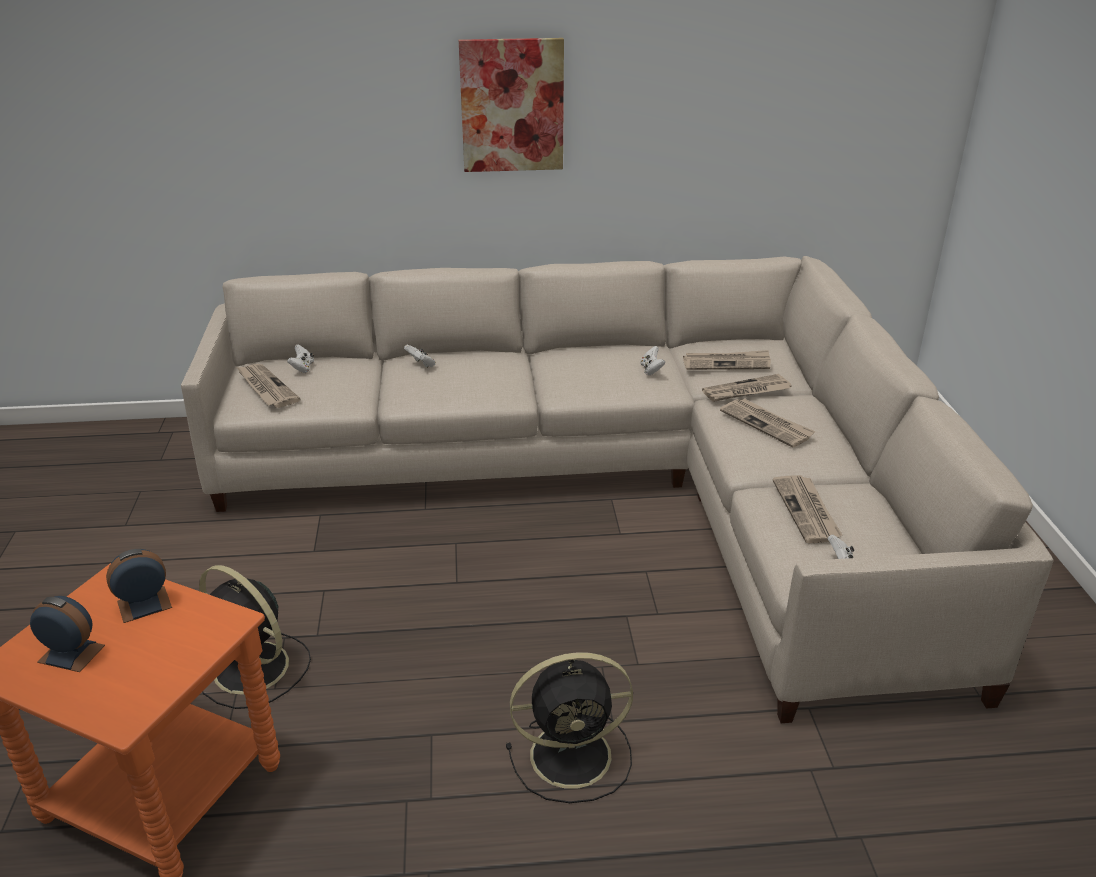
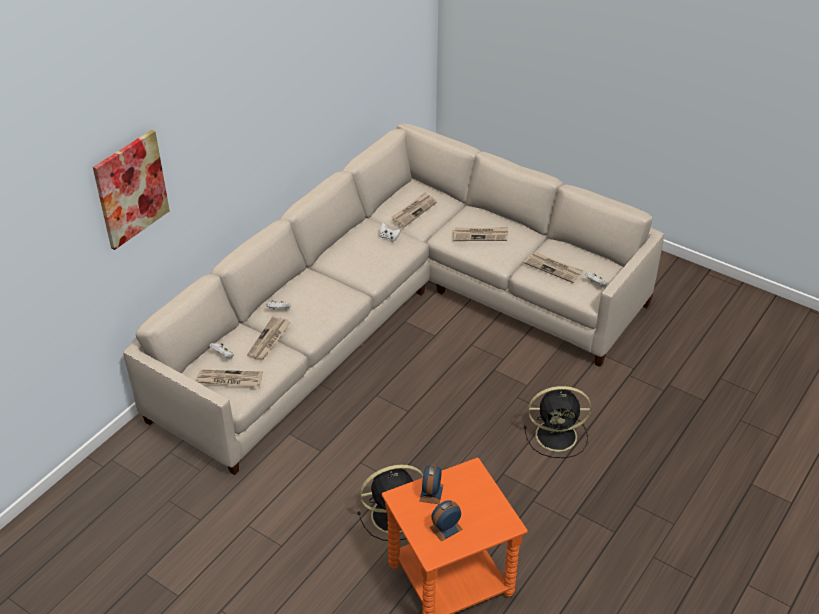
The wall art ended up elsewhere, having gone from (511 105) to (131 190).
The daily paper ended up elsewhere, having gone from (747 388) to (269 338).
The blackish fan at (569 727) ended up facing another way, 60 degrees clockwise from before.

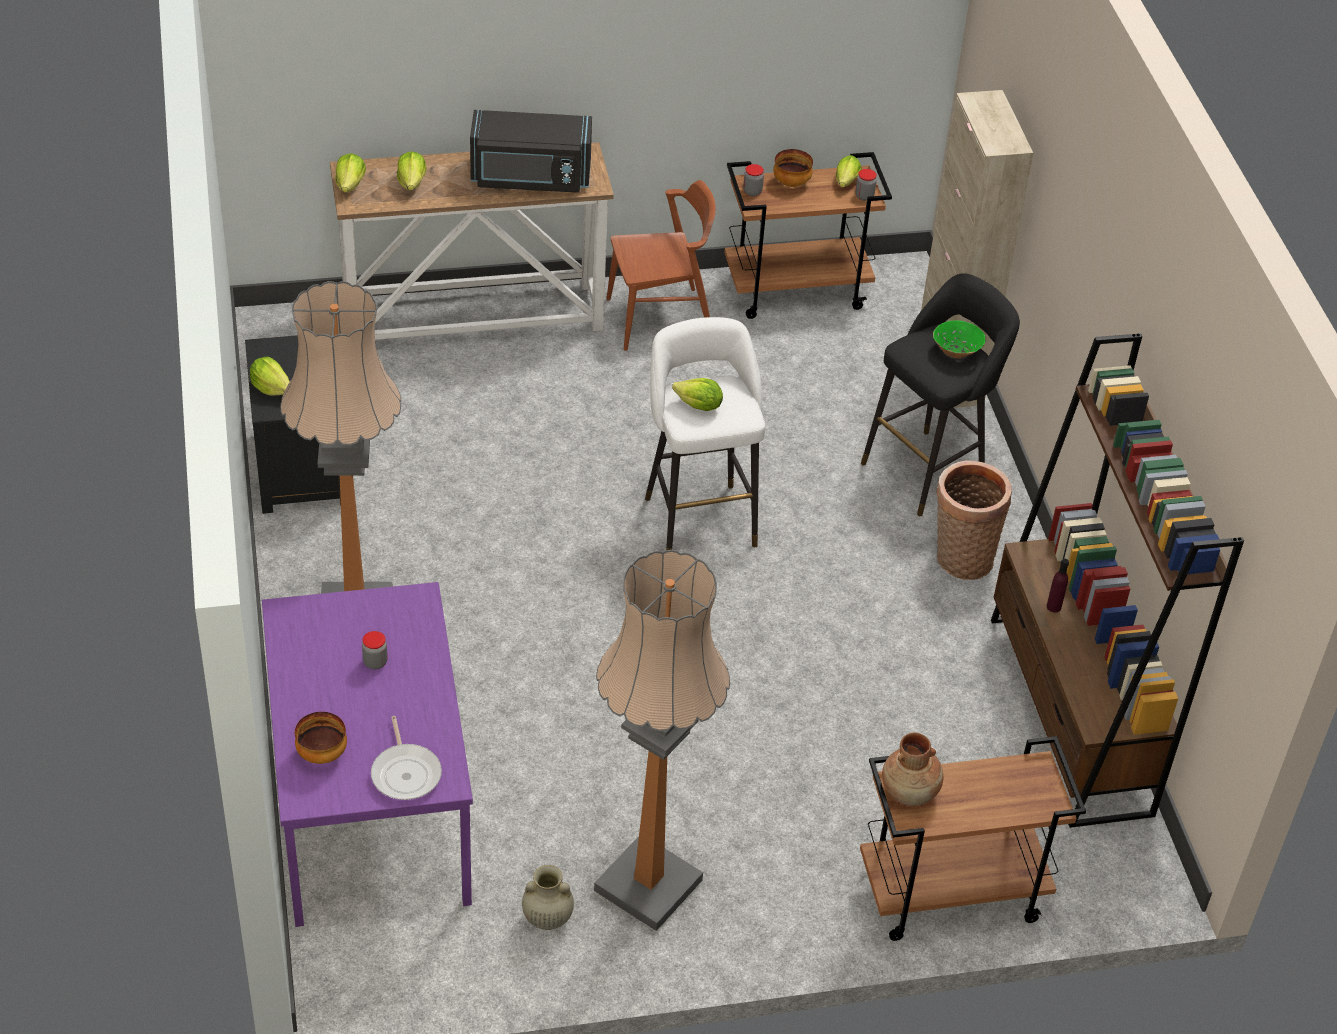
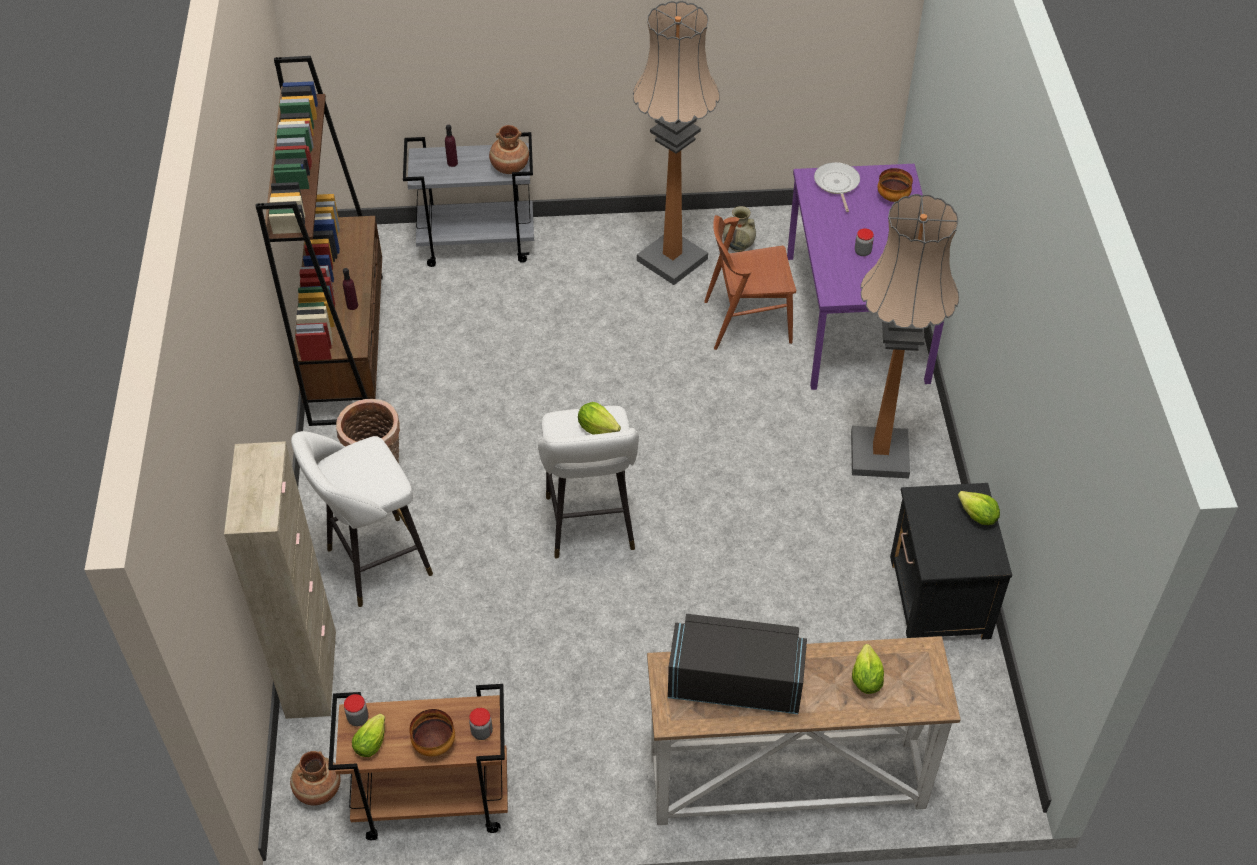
The second view lost the head of lettuce at (350 172).
The brown plain chair ended up elsewhere, having gone from (661 265) to (750 282).
What was the blackish stool at (940 394) turned into the whitish stool at (362 519).
The second view lost the greenish serving bowl at (959 339).
What was the brown wheeled cart at (973 838) turned into the gray wheeled cart at (468 199).
The second view gained the purple bottle at (451 145).
The second view gained the brown vase at (315 778).

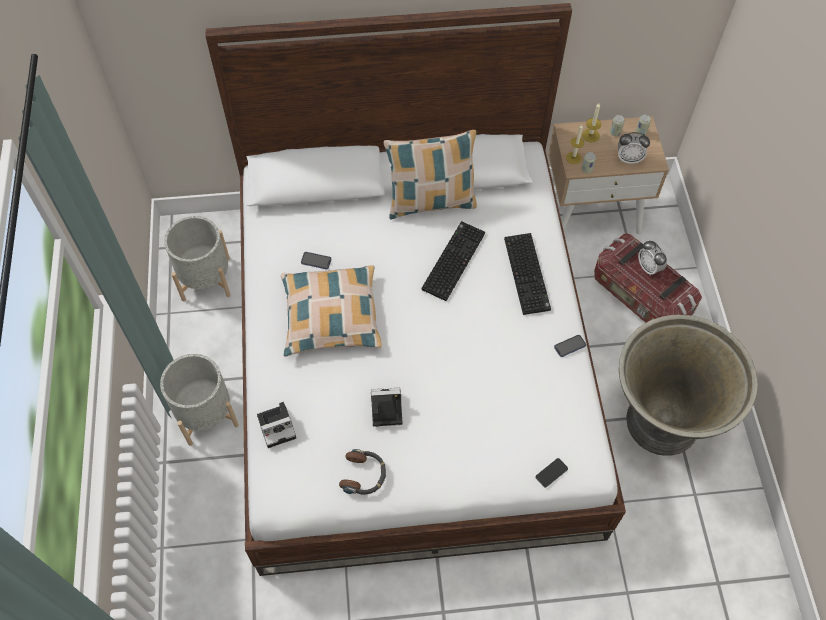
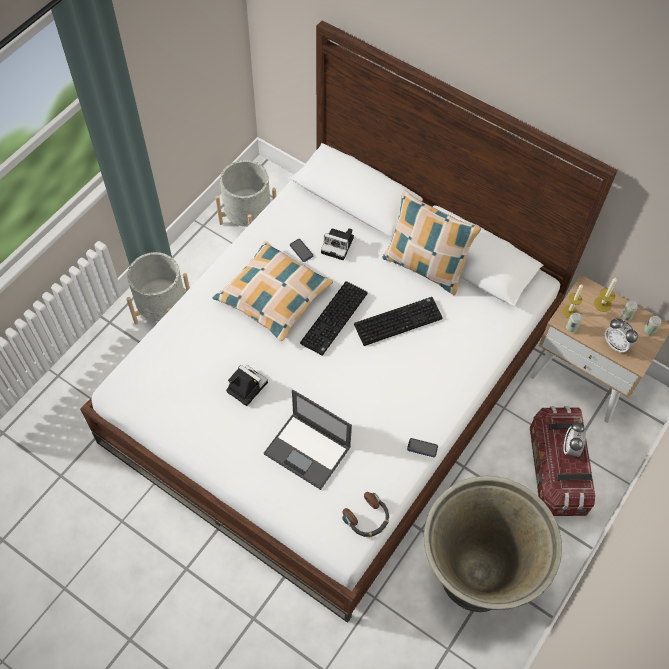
The PC keyboard ended up elsewhere, having gone from (527 274) to (334 318).
The photo camera ended up elsewhere, having gone from (276 425) to (337 244).
The pair of headphones ended up elsewhere, having gone from (362 472) to (365 514).
The second view lost the phone at (551 473).
The second view gained the laptop at (308 440).

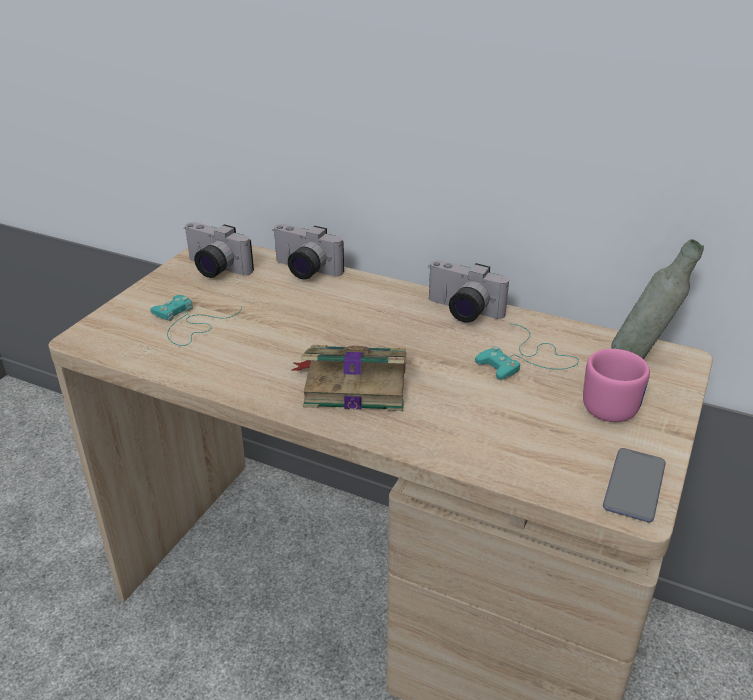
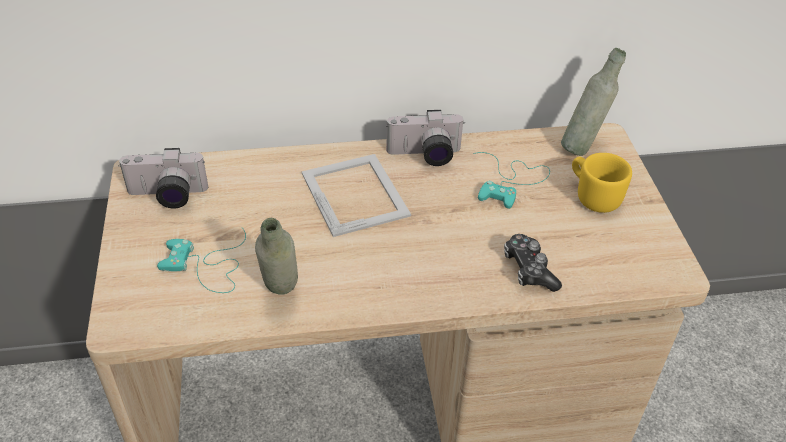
The second view lost the photo camera at (309 252).
The second view lost the book at (349 378).
What was the pink-coloured mug at (616 385) turned into the yellow-coloured mug at (602 183).
The second view lost the phone at (634 485).
The second view gained the standing frame at (356 195).
The second view gained the gray bottle at (276 256).
The second view gained the gamepad at (533 263).

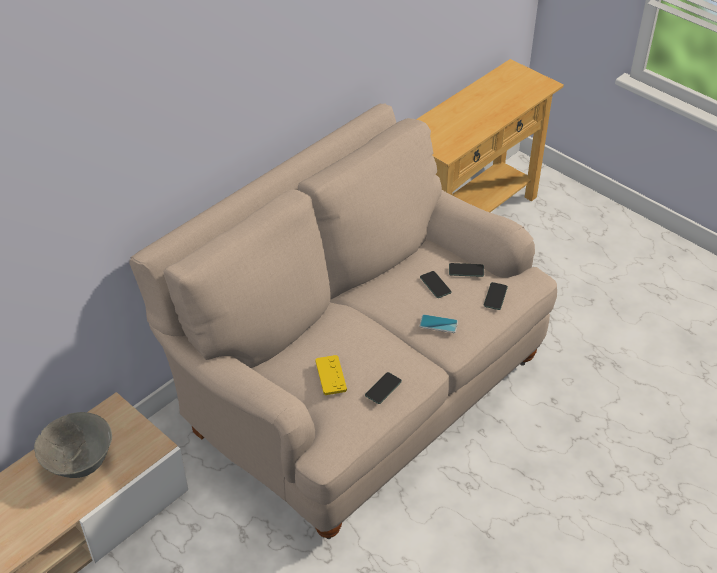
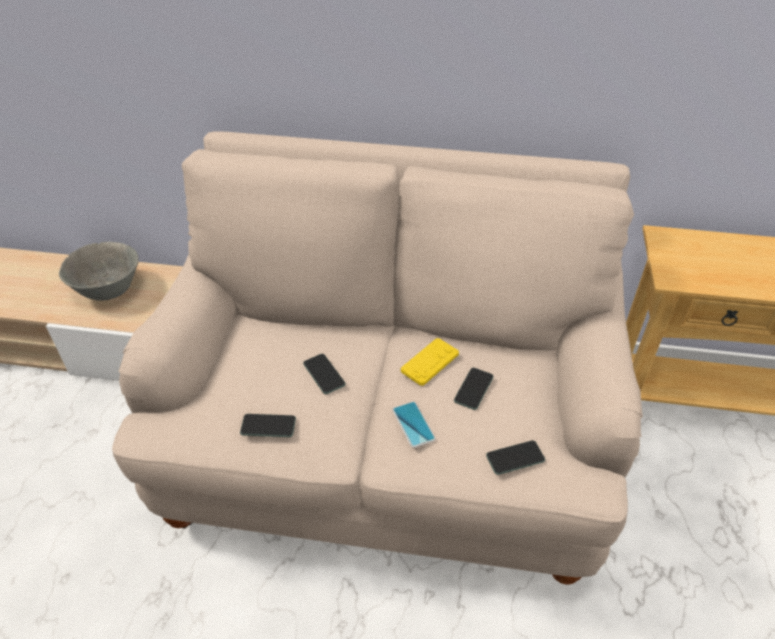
The phone ended up elsewhere, having gone from (466 270) to (324 374).
The yellow-coloured gamepad ended up elsewhere, having gone from (331 375) to (430 362).

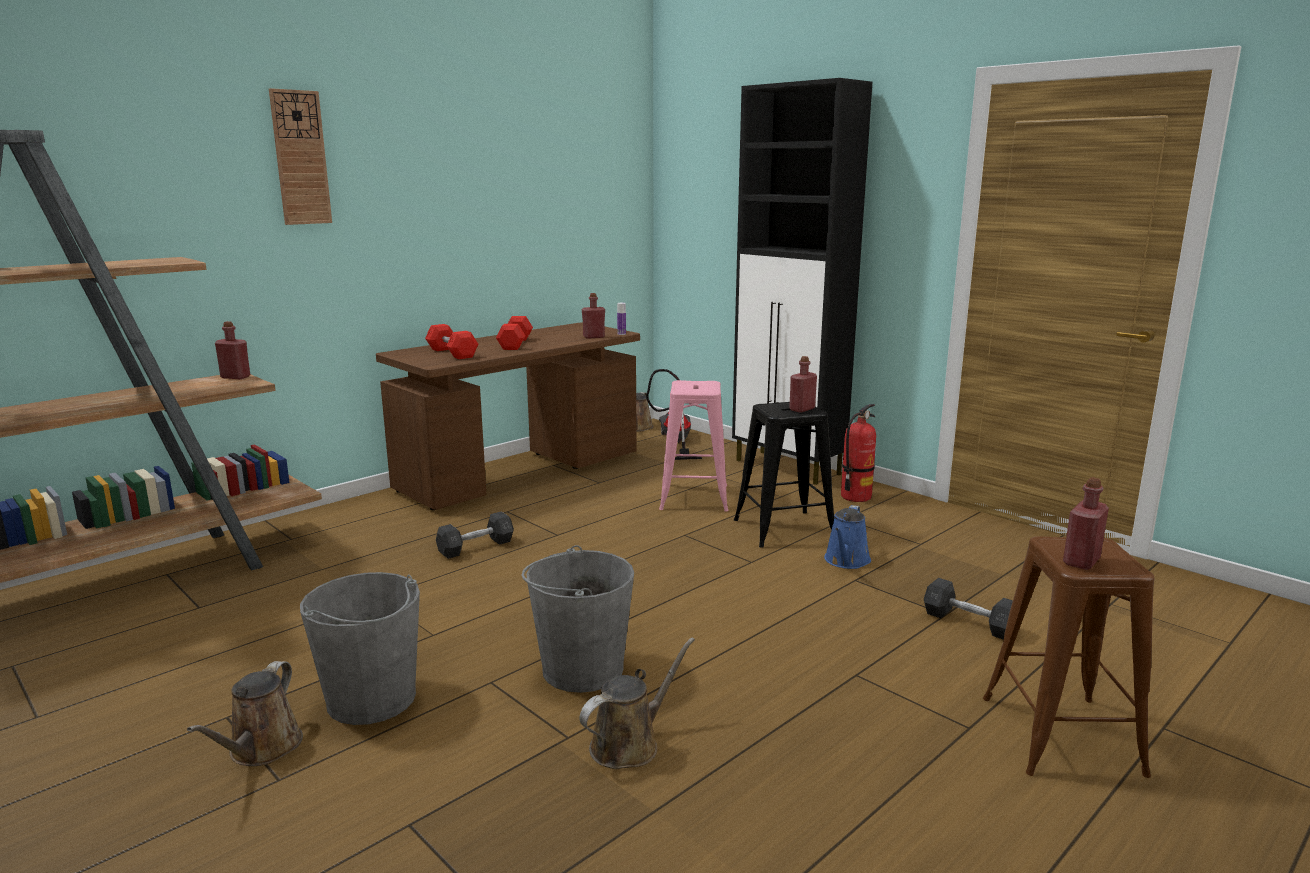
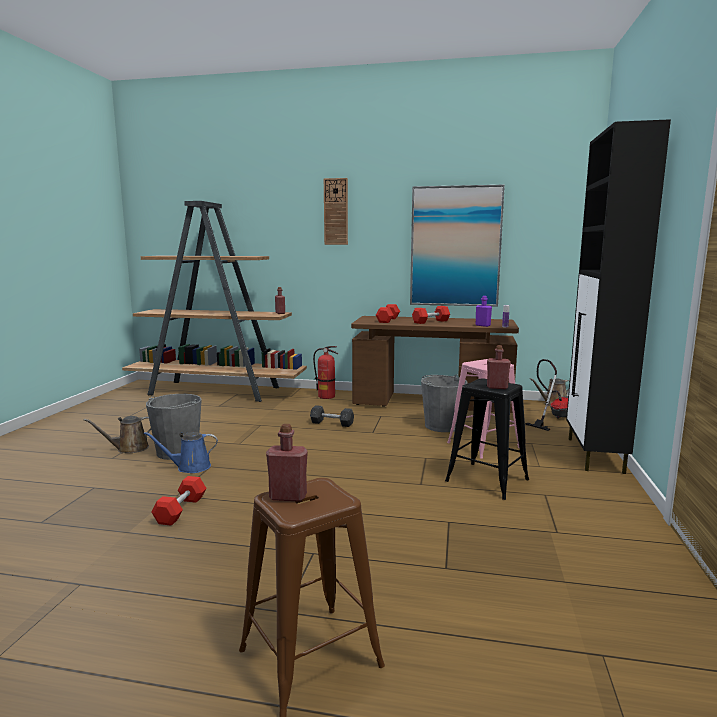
What was the red-coloured bottle at (593 316) turned into the purple bottle at (484 311).
The fire-fighting cylinder ended up elsewhere, having gone from (858 453) to (325 372).
The blue sprinkling can ended up elsewhere, having gone from (847 537) to (181 452).
The gray bucket ended up elsewhere, having gone from (577 619) to (444 403).
The second view lost the gray hand weight at (968 609).
Where the brown sprinkling can stood at (637 703), the red-coloured hand weight came to stand at (179 501).
The second view gained the wall art at (457 246).

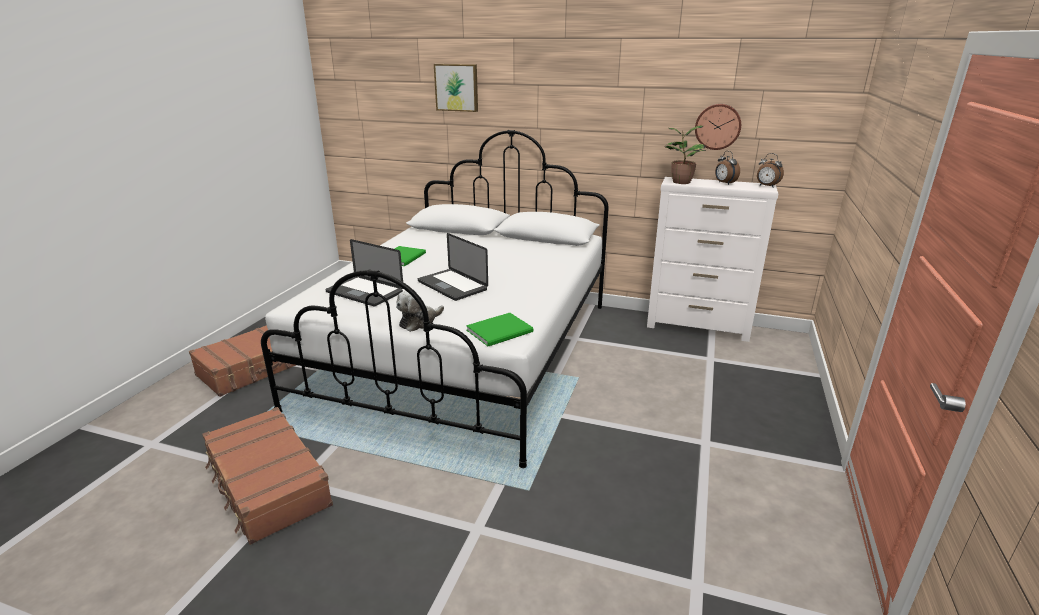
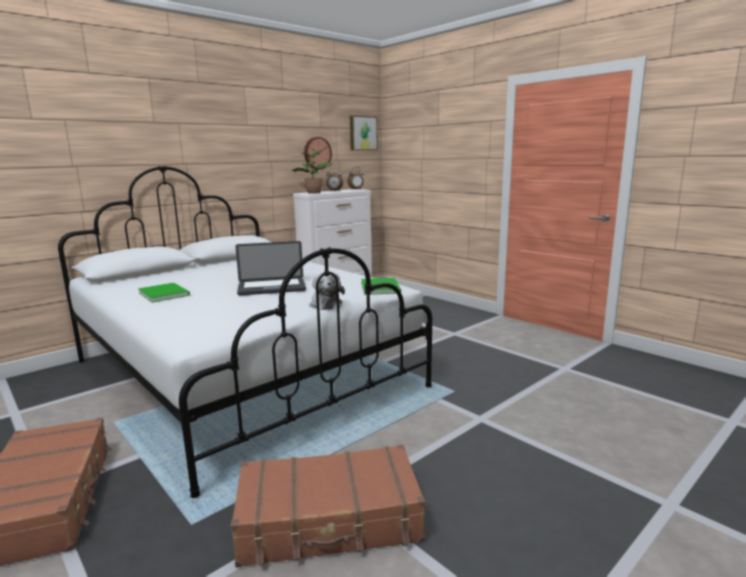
The wall art ended up elsewhere, having gone from (456 88) to (364 133).
The second view lost the laptop at (364 273).

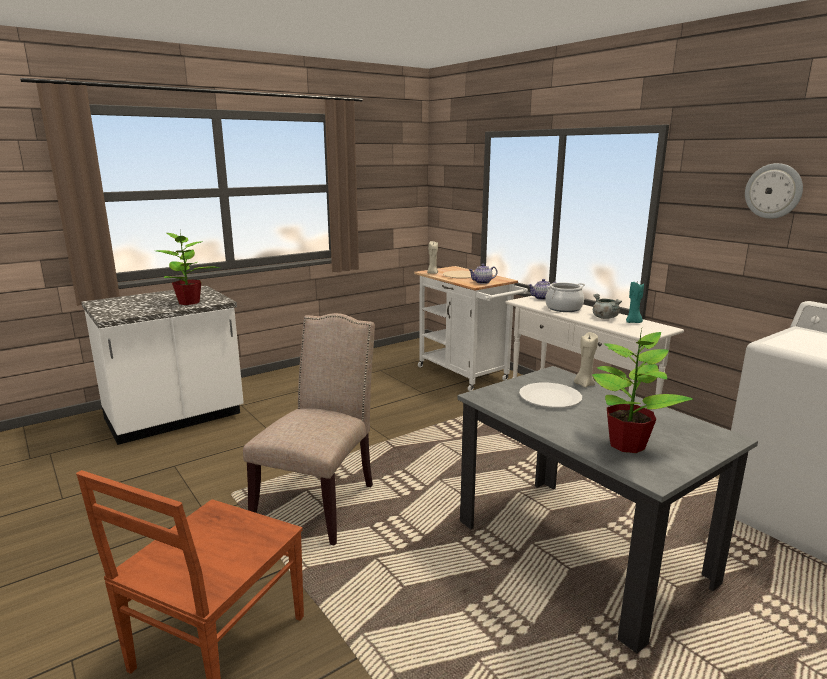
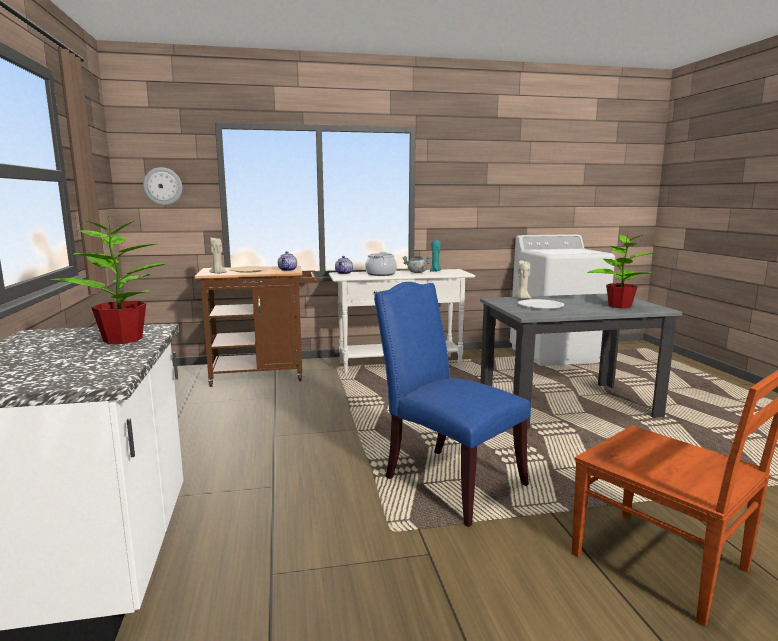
The hanging clock ended up elsewhere, having gone from (774 191) to (162 186).
What was the whitish wheeled cart at (471 328) turned into the brown wheeled cart at (257 326).
What was the beige plain chair at (309 429) turned into the blue plain chair at (452 404).

